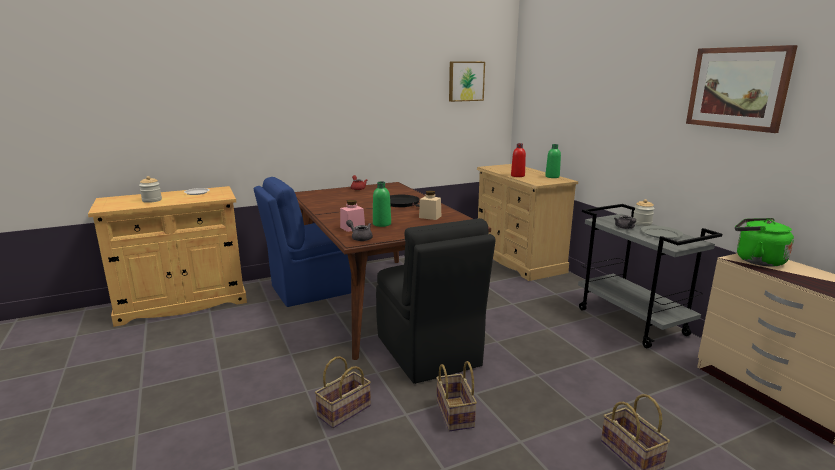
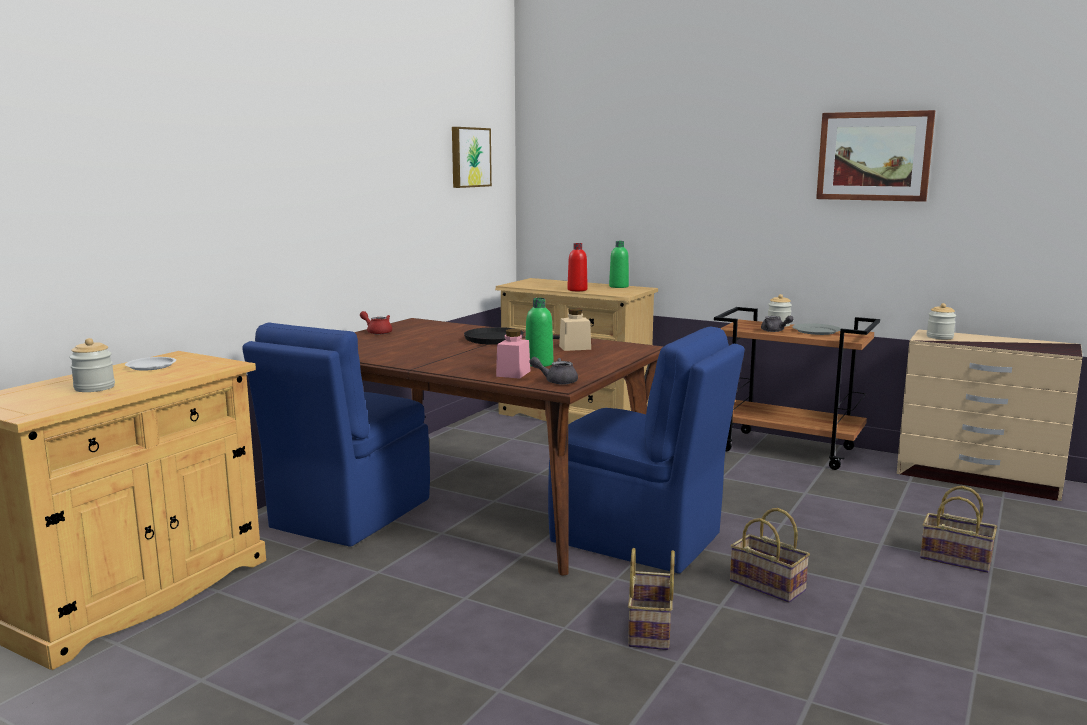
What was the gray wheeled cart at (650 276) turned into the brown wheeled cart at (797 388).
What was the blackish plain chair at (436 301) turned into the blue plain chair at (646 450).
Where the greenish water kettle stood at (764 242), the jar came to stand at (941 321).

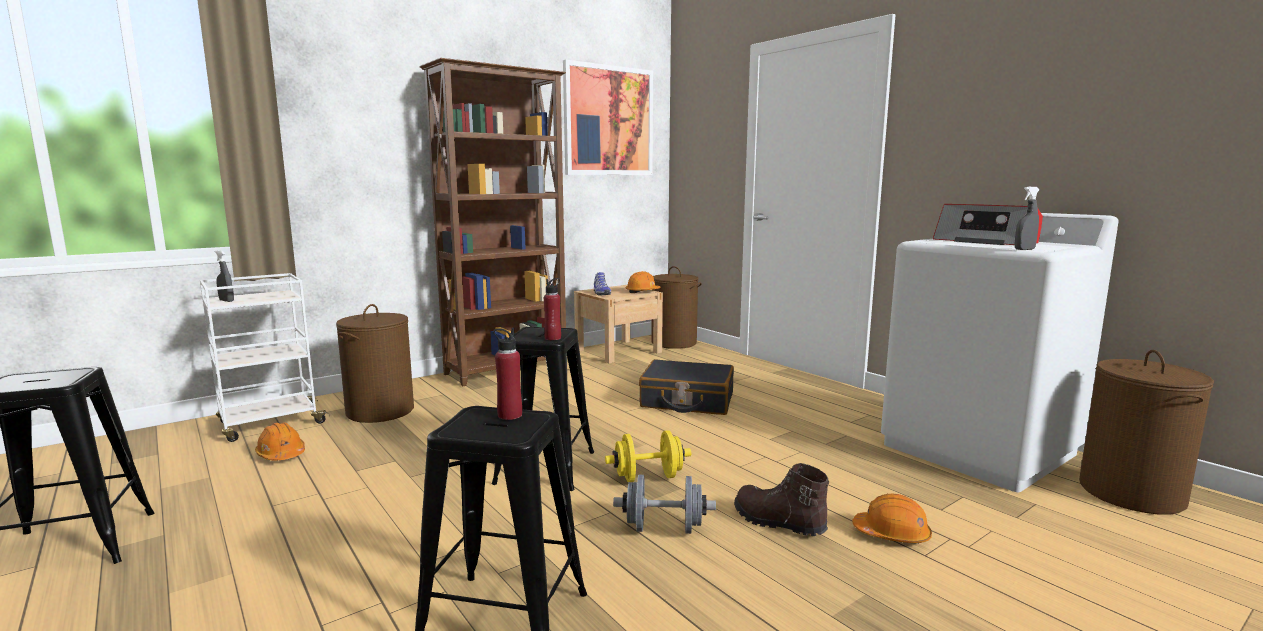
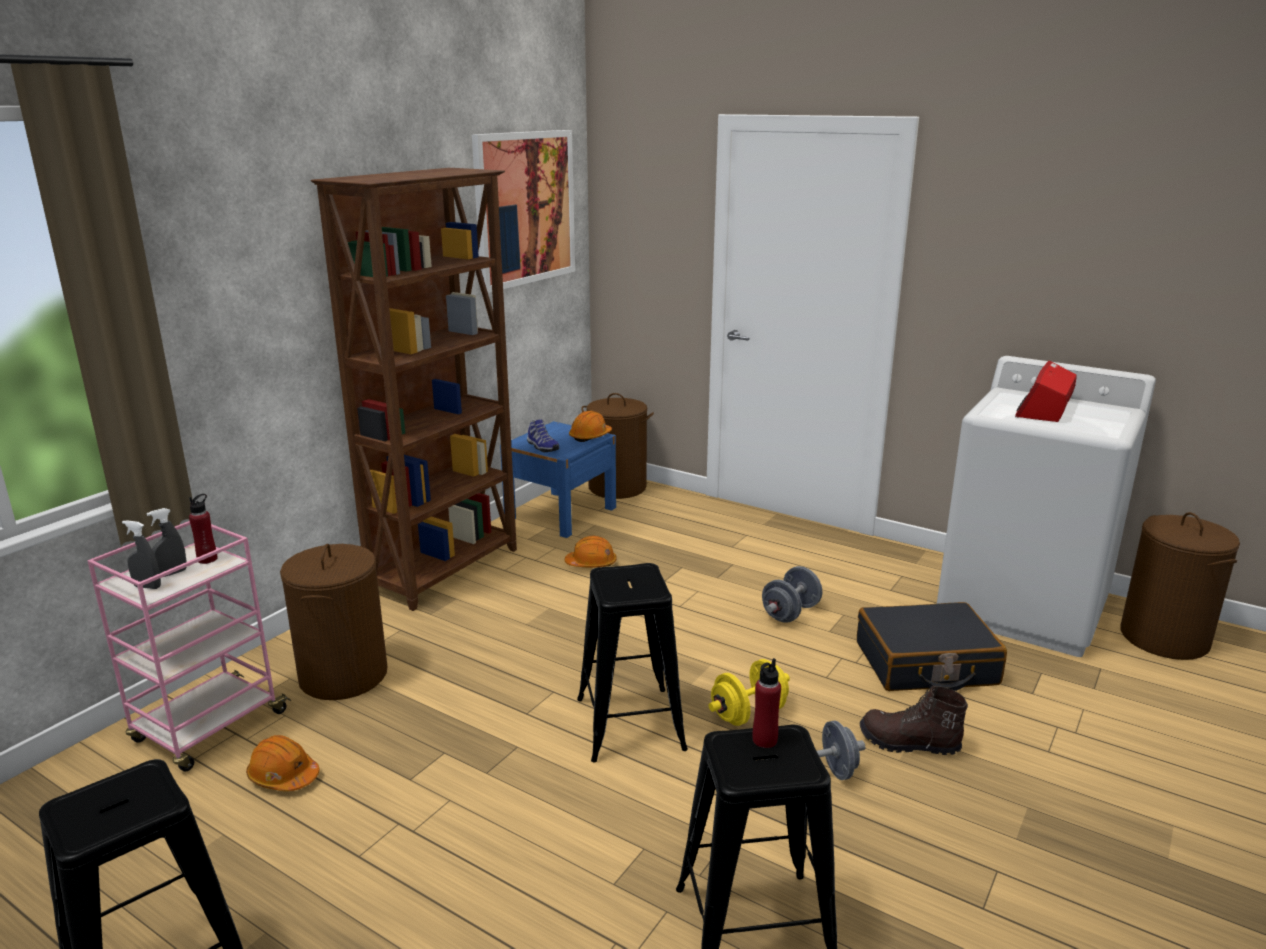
The gray spray bottle ended up elsewhere, having gone from (1027 218) to (166 542).
The radio at (988 224) ended up facing another way, 90 degrees clockwise from before.
What was the whitish wheeled cart at (265 357) turned into the pink-coloured wheeled cart at (189 646).
The red-coloured bottle ended up elsewhere, having gone from (552 309) to (203 529).
What was the beige night table at (618 324) turned into the blue night table at (558 479).
The blackish suitcase ended up elsewhere, having gone from (686 387) to (932 646).
The orangey work helmet ended up elsewhere, having gone from (892 519) to (591 552).
The second view gained the gray hand weight at (792 594).

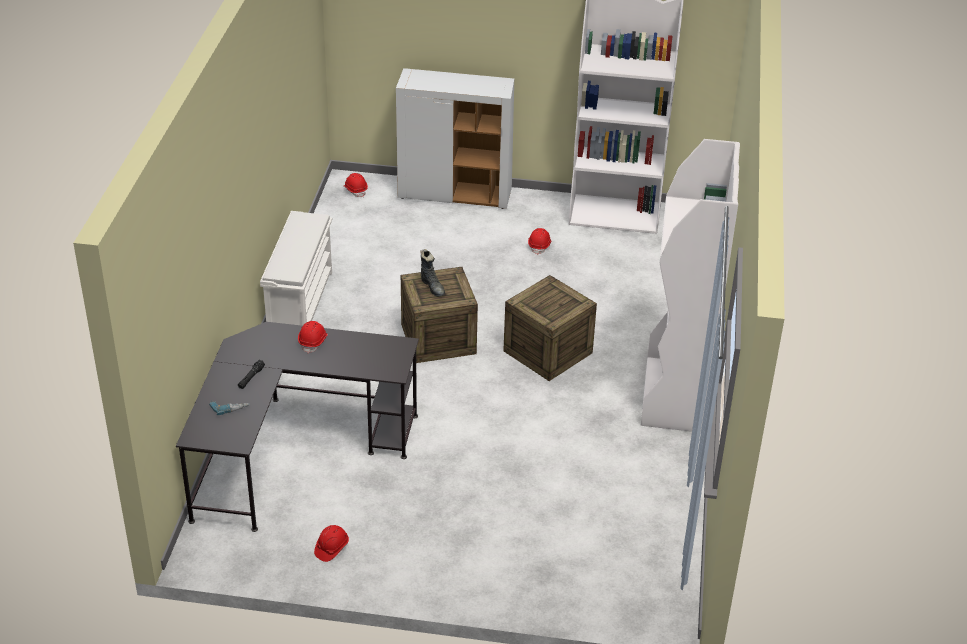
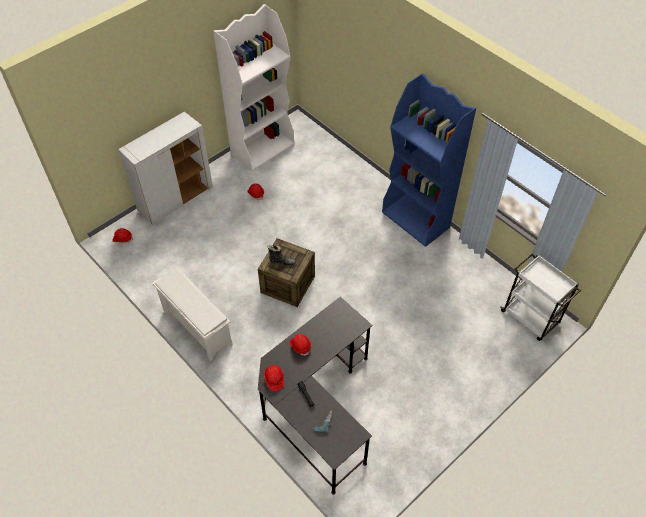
What was the whitish bookshelf at (690 286) turned into the blue bookshelf at (429 160).
The second view lost the shipping crate at (550 328).
The red-coloured work helmet ended up elsewhere, having gone from (331 543) to (274 378).
The second view gained the whitish wheeled cart at (540 297).

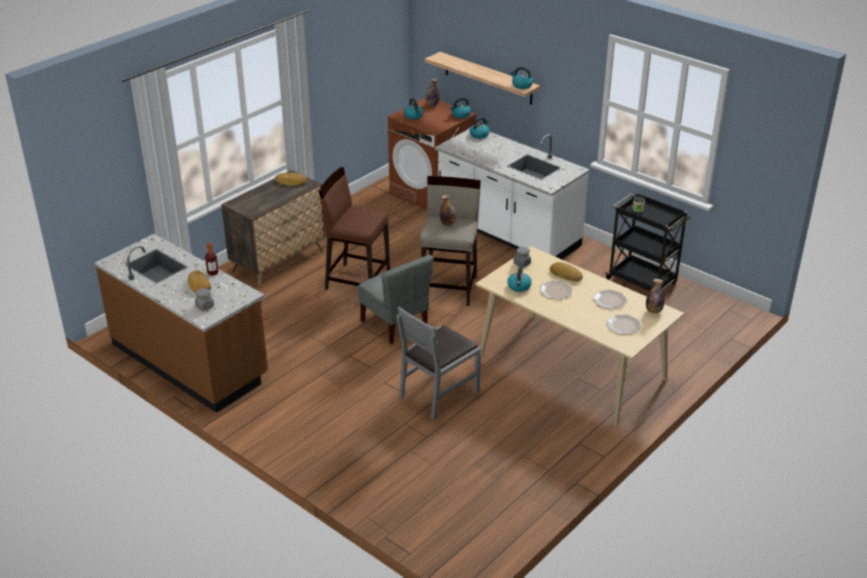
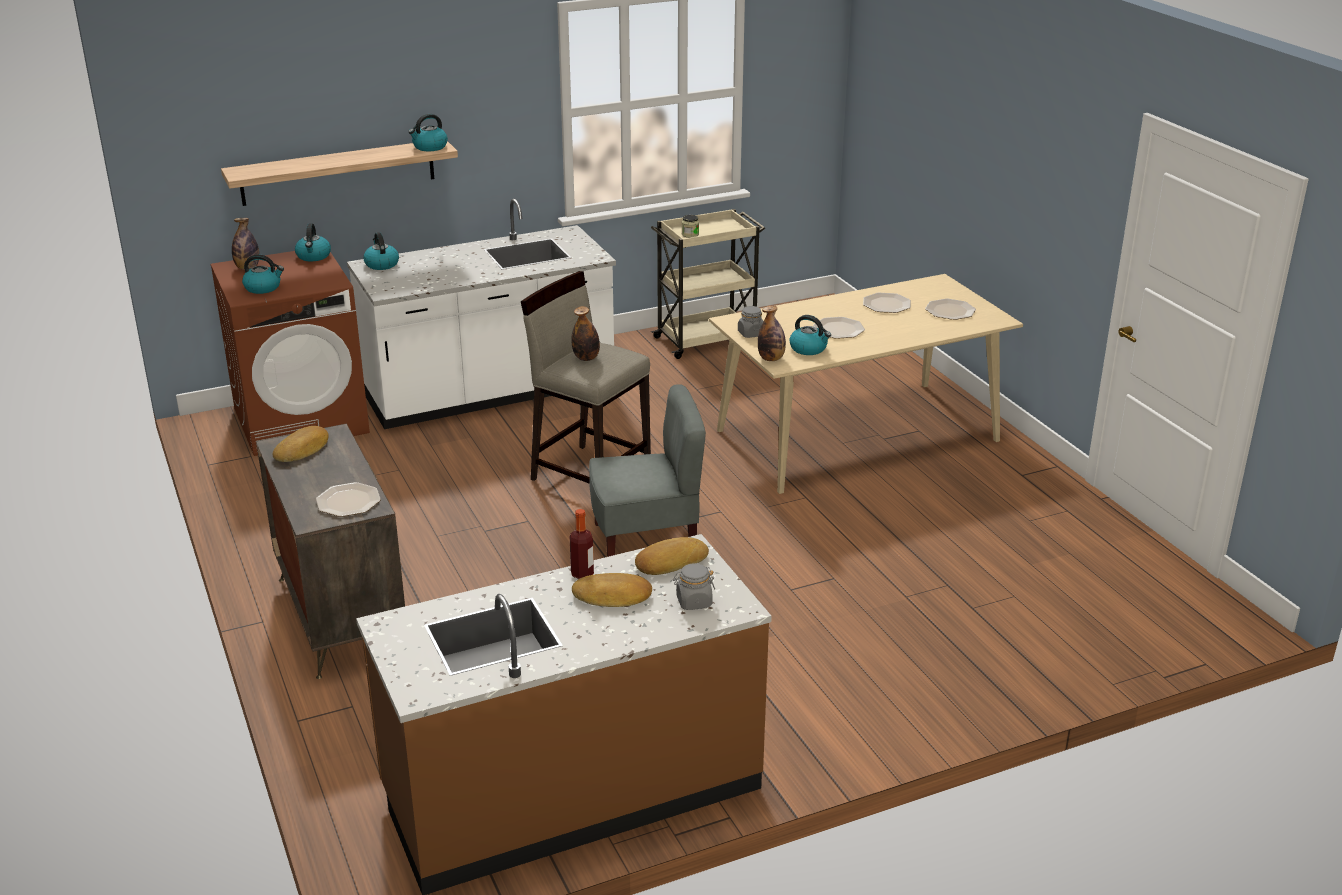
The second view lost the brown stool at (354 228).
What was the blackish wheeled cart at (648 242) turned into the beige wheeled cart at (708 284).
The baked bread ended up elsewhere, having gone from (566 272) to (672 556).
The bottle ended up elsewhere, having gone from (655 296) to (772 333).
The second view lost the gray plain chair at (438 363).
The second view gained the dinner plate at (348 499).

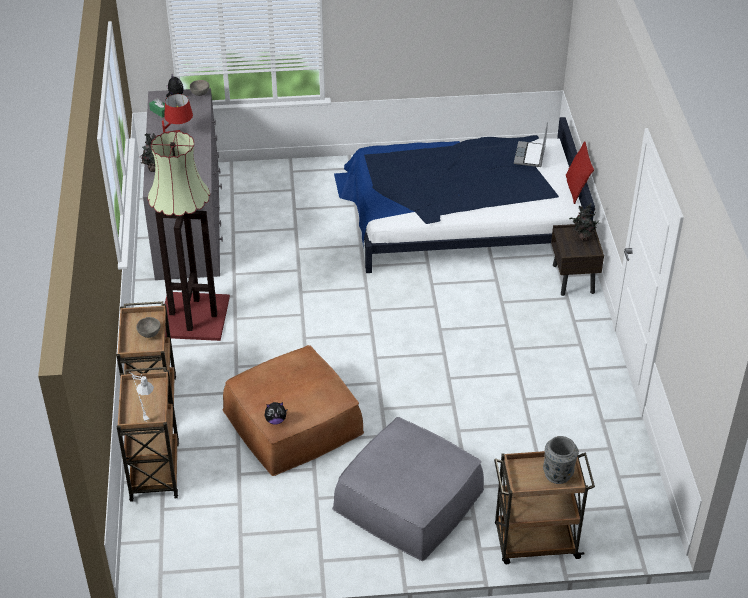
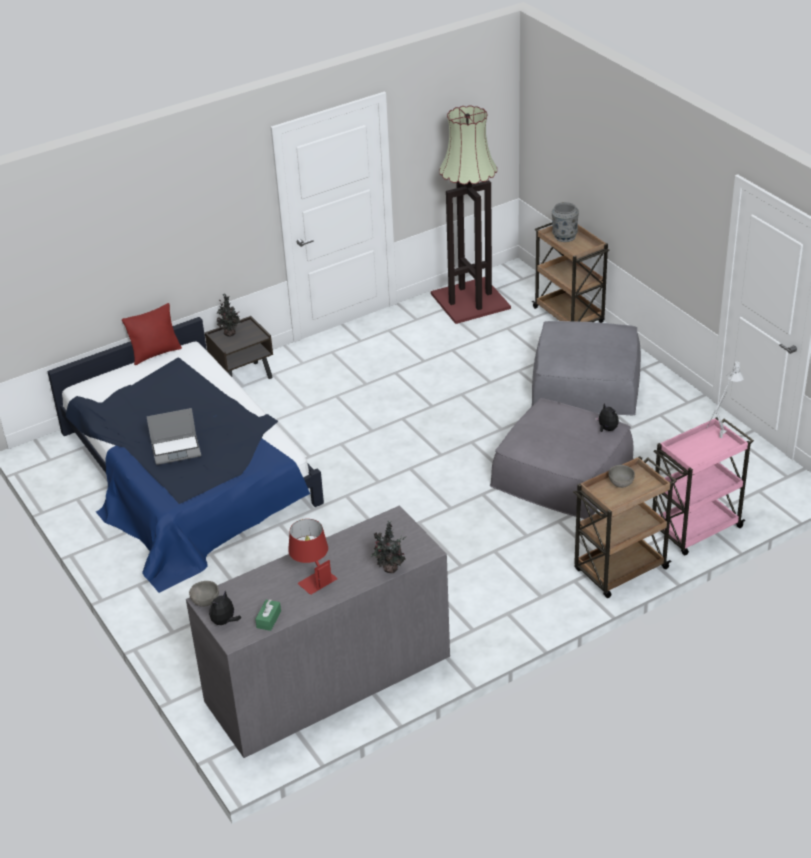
The laptop ended up elsewhere, having gone from (531 144) to (174 436).
The standing lamp ended up elsewhere, having gone from (189 236) to (471 214).
What was the brown pouffe at (293 410) turned into the gray pouffe at (561 458).
What was the brown wheeled cart at (148 434) turned into the pink-coloured wheeled cart at (703 486).

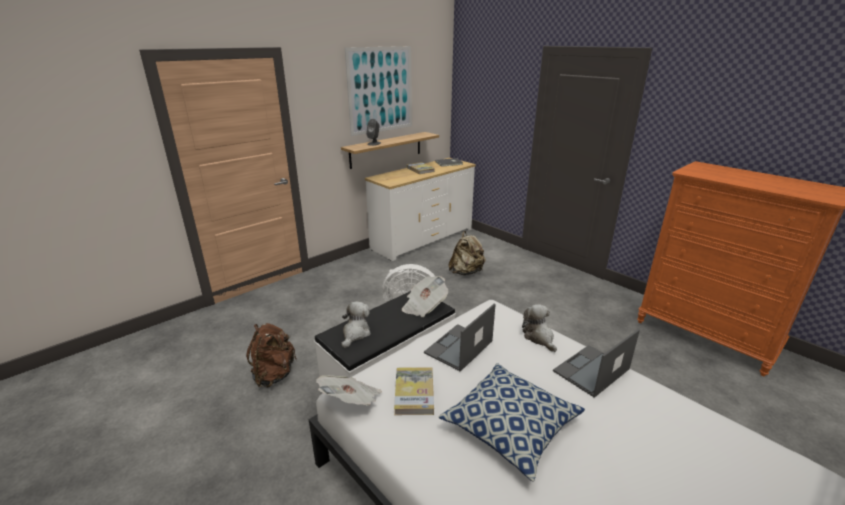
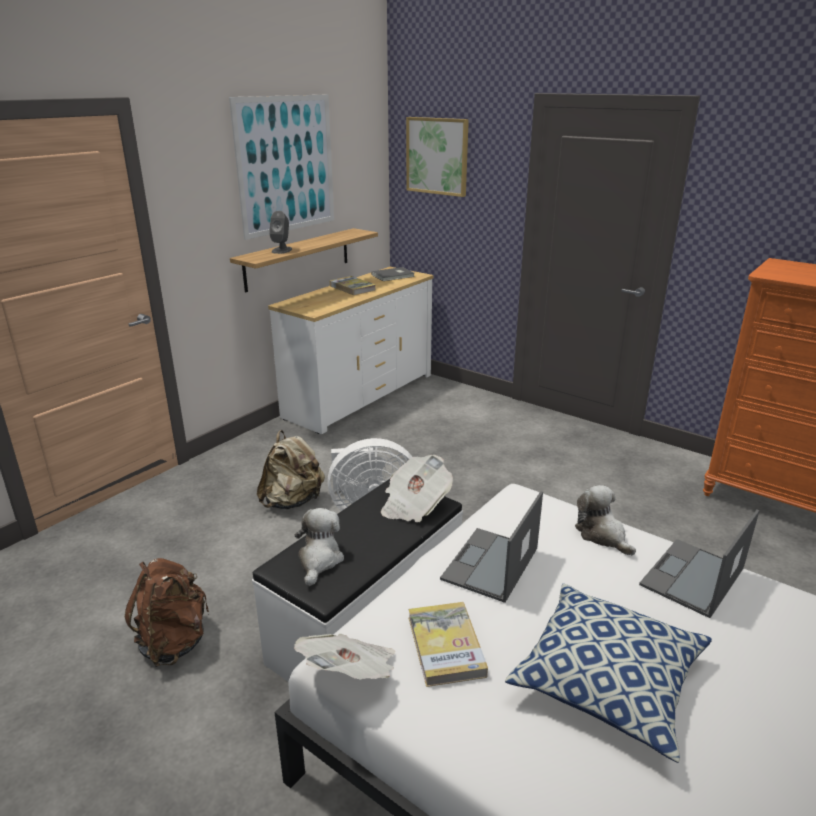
The beige backpack ended up elsewhere, having gone from (467 253) to (291 469).
The second view gained the wall art at (437 157).

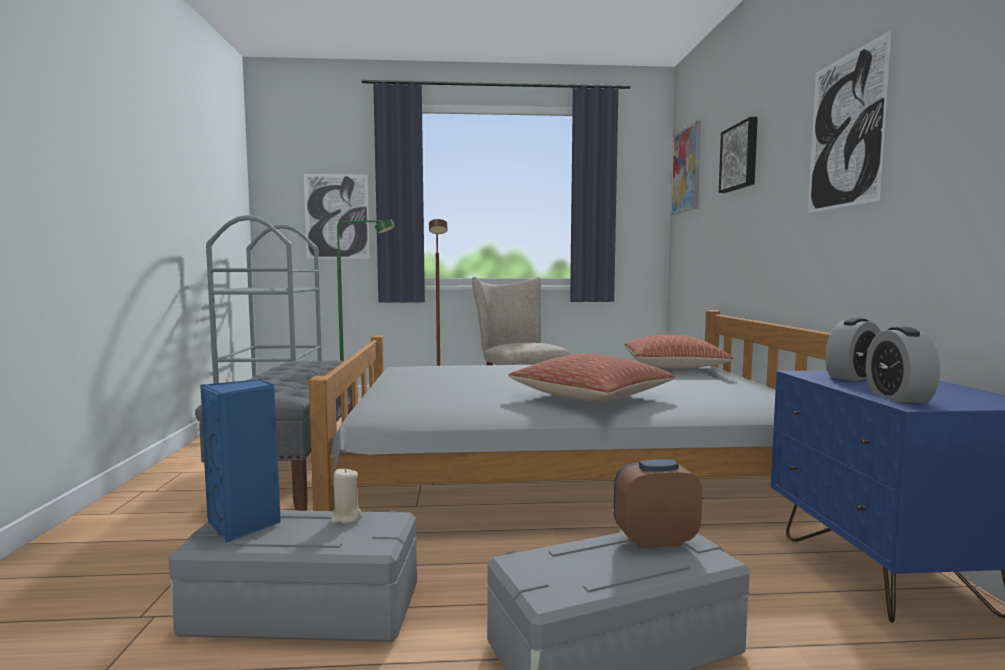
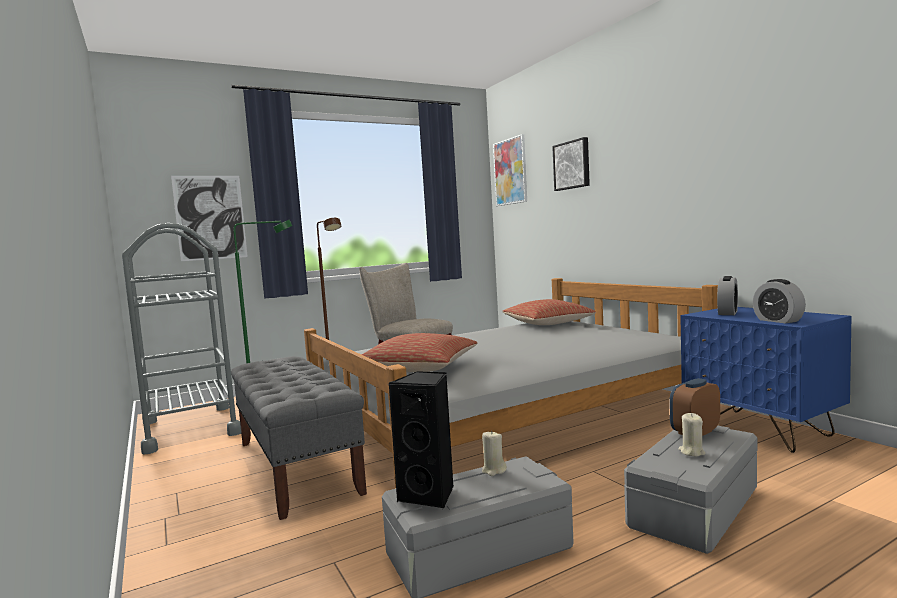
The second view lost the wall art at (850 121).
The pillow ended up elsewhere, having gone from (591 378) to (419 352).
What was the blue audio speaker at (240 461) turned into the blackish audio speaker at (421 440).
The second view gained the beige candle at (692 435).

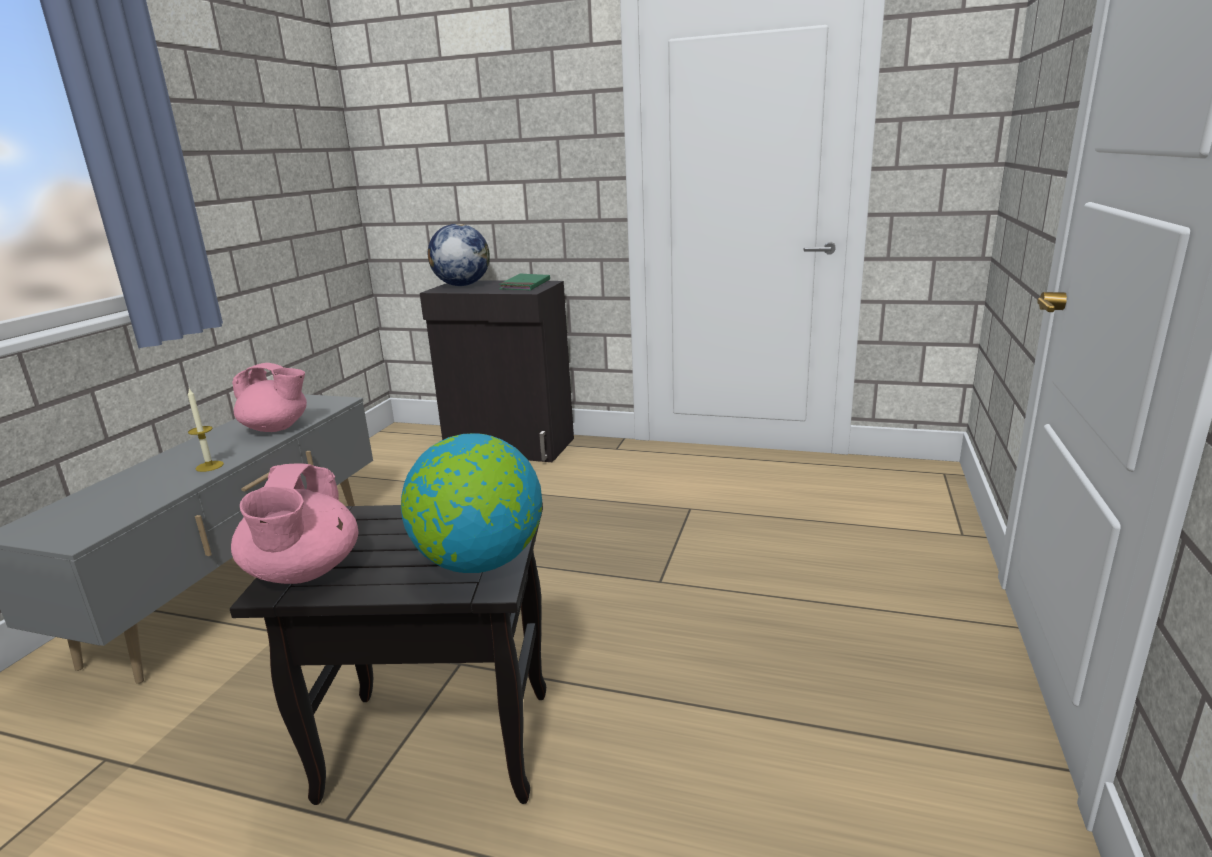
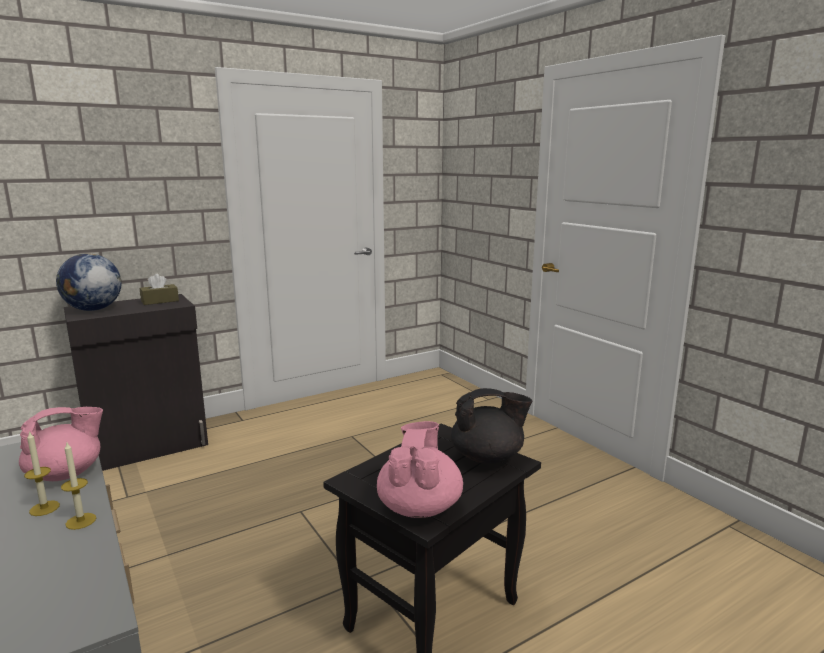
Where the greenish book stood at (524 282), the brown tissue box came to stand at (159 289).
Where the world globe stood at (471 503), the blackish tea pot came to stand at (491 426).
The pink-coloured tea pot at (294 524) ended up facing another way, 120 degrees counterclockwise from before.
The second view gained the candle at (42 473).

